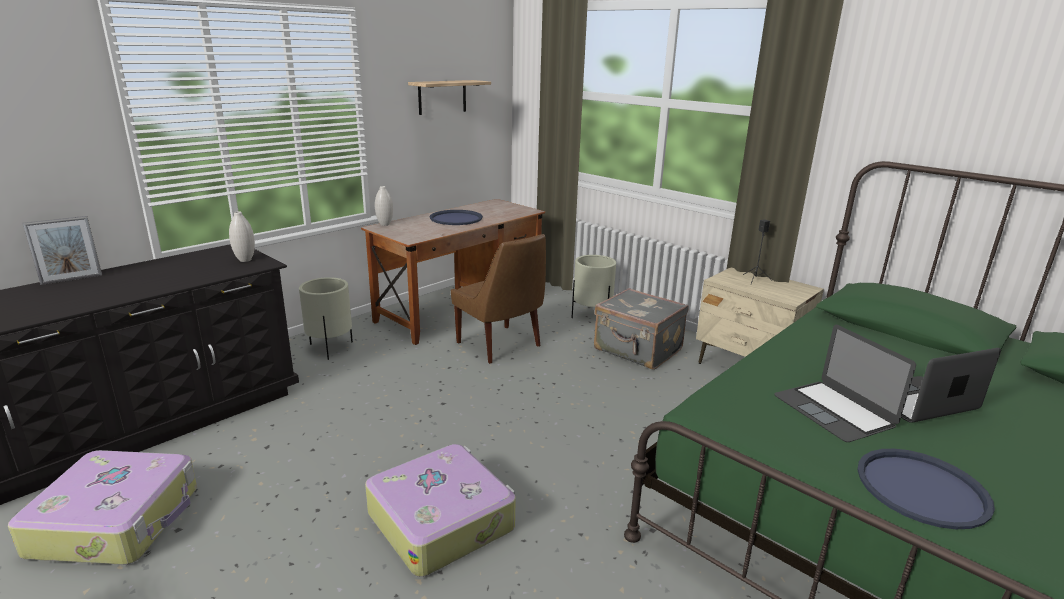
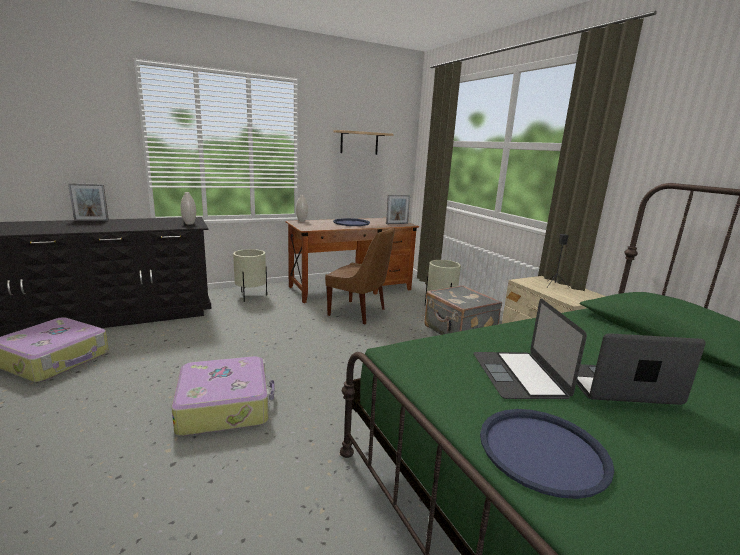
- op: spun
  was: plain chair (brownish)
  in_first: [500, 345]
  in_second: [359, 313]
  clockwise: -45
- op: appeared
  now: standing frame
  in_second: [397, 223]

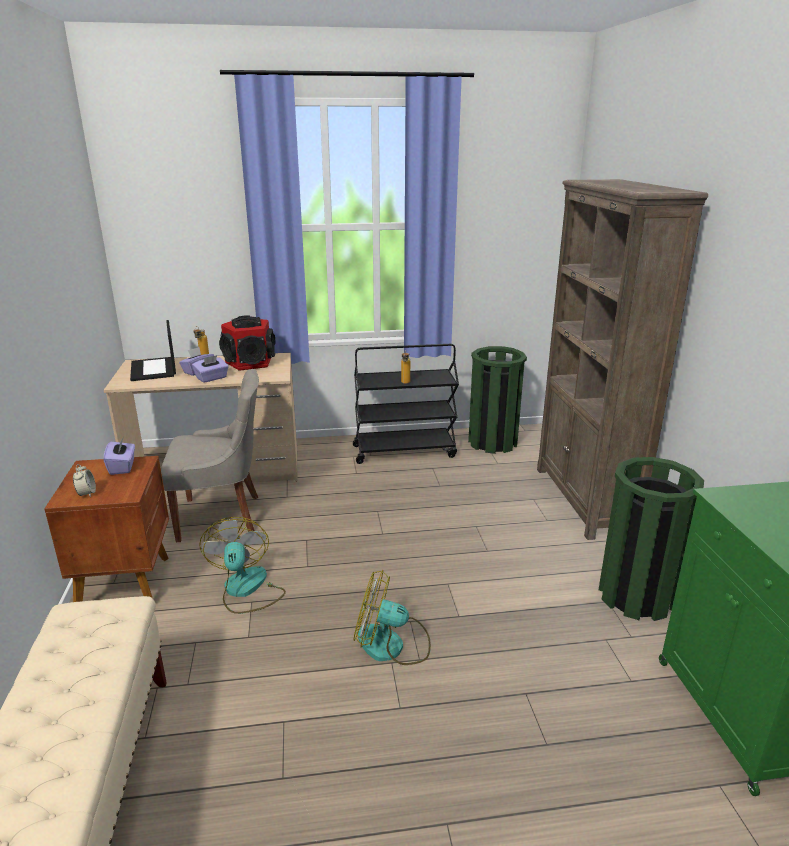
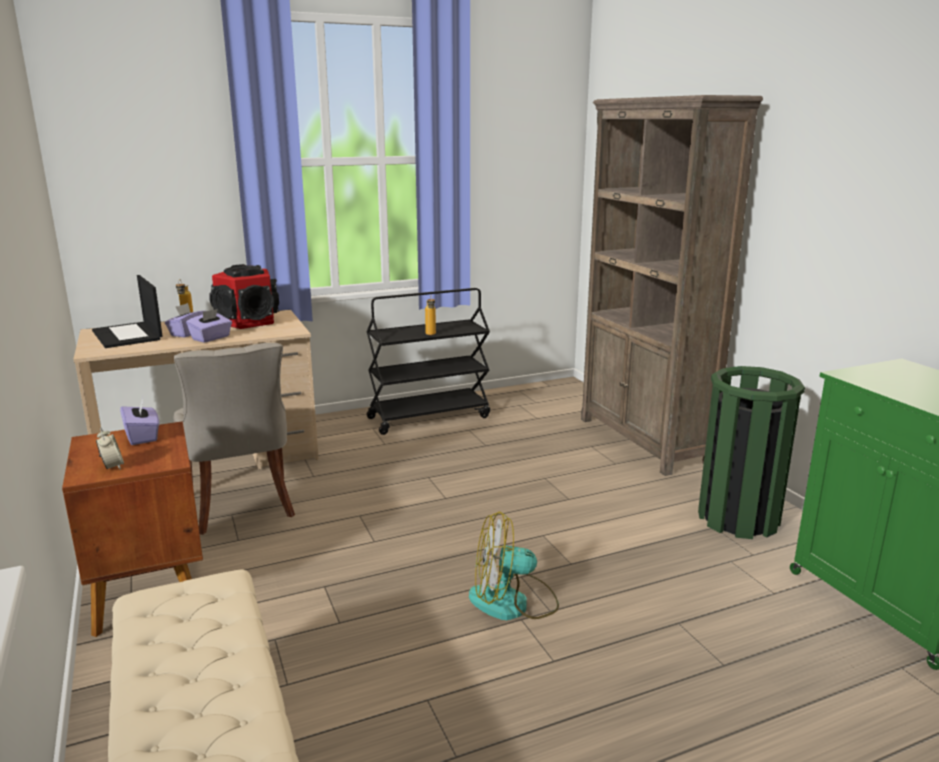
- op: missing
  was: rubbish bin (greenish)
  in_first: [492, 442]
- op: spun
  was: plain chair (grey)
  in_first: [222, 517]
  in_second: [242, 506]
  clockwise: 90
- op: missing
  was: cooling fan
  in_first: [246, 590]

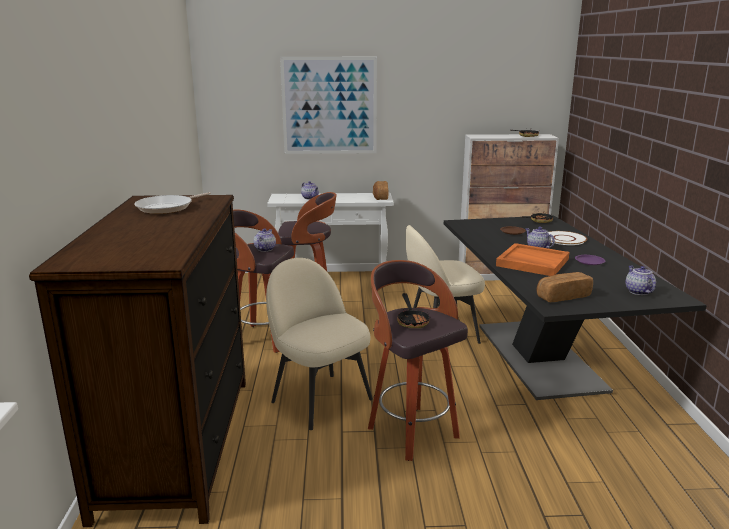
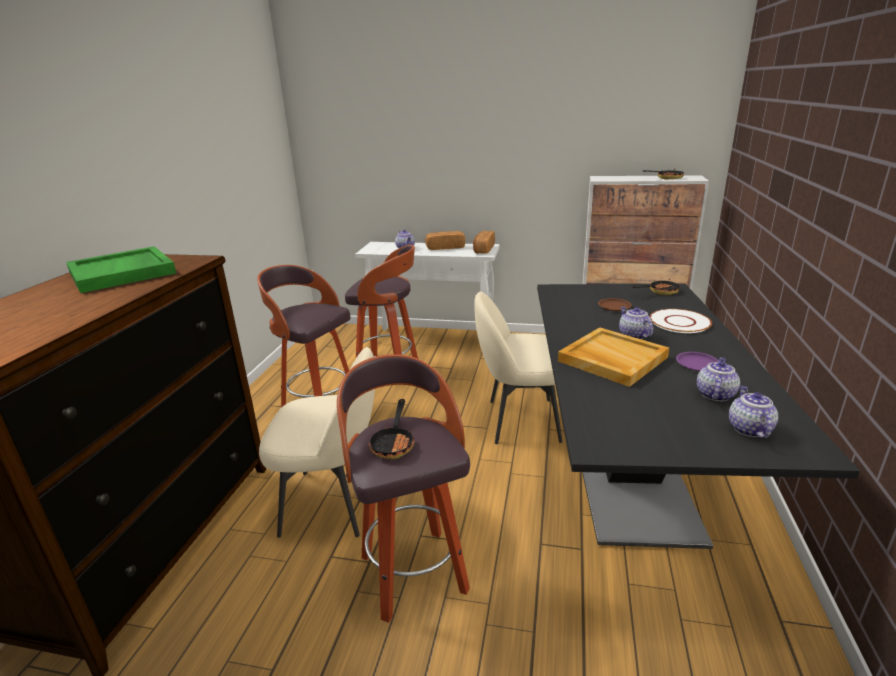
- op: missing
  was: wall picture
  in_first: [329, 106]
- op: exchanged
  was: skillet
  now: serving tray (greenish)
  in_first: [167, 208]
  in_second: [123, 273]
- op: relocated
  was: pot for tea
  in_first: [265, 249]
  in_second: [715, 394]
- op: colour
  was: serving tray (orange)
  now: serving tray (sand-coloured)
  in_first: [532, 262]
  in_second: [611, 359]
- op: spun
  was: plain chair (sand-coloured)
  in_first: [320, 399]
  in_second: [333, 502]
  clockwise: 120
- op: relocated
  was: baked bread
  in_first: [562, 296]
  in_second: [445, 247]

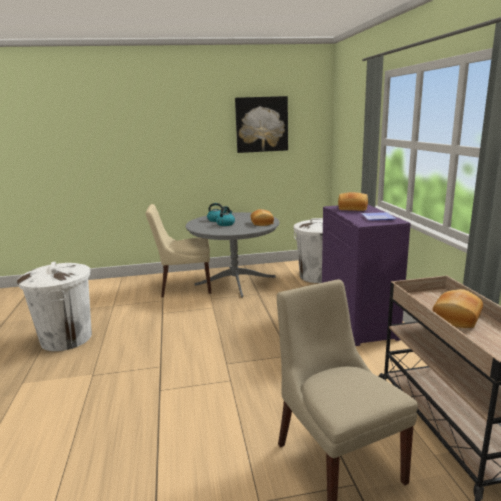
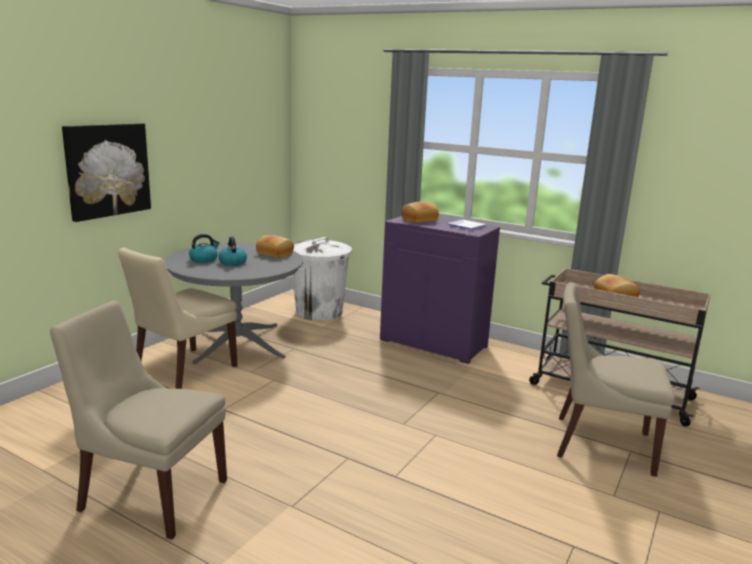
- op: relocated
  was: wall picture
  in_first: [261, 124]
  in_second: [107, 170]
- op: exchanged
  was: rubbish bin (white-coloured)
  now: plain chair (sand-coloured)
  in_first: [66, 338]
  in_second: [150, 494]

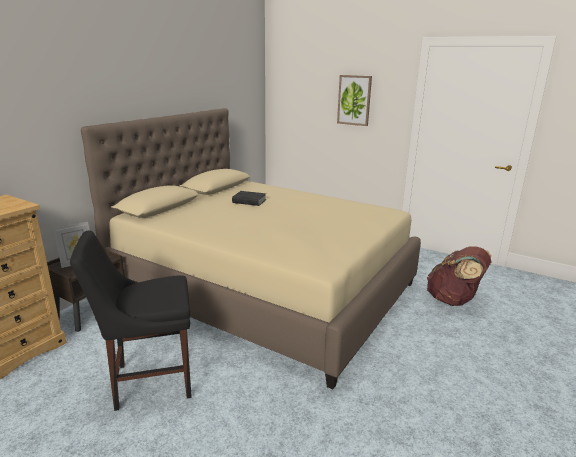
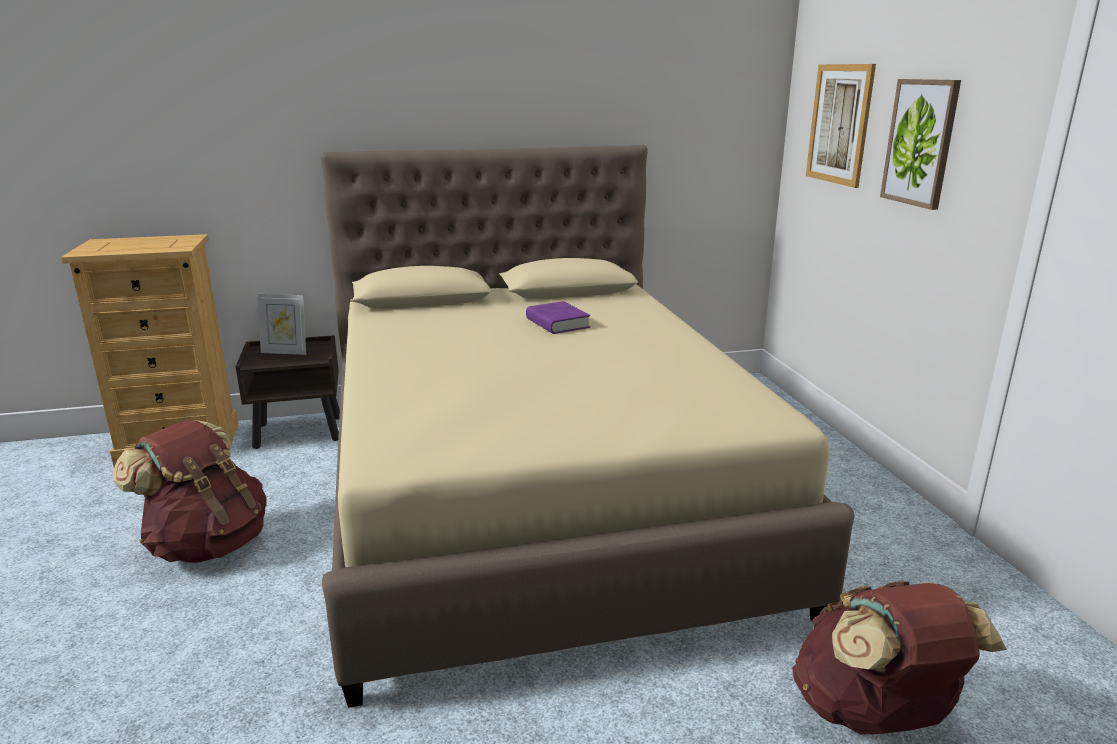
- op: colour
  was: book (blackish)
  now: book (purple-coloured)
  in_first: [249, 201]
  in_second: [557, 323]
- op: exchanged
  was: plain chair (blackish)
  now: rucksack (brownish)
  in_first: [149, 381]
  in_second: [208, 544]
- op: appeared
  now: wall picture
  in_second: [839, 124]

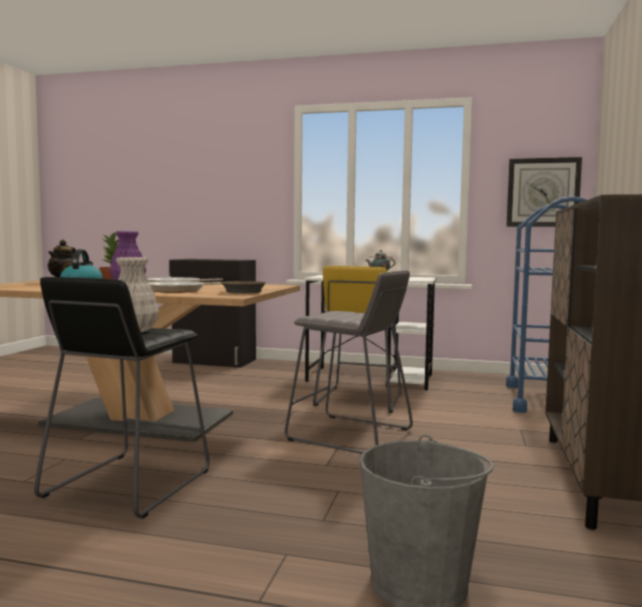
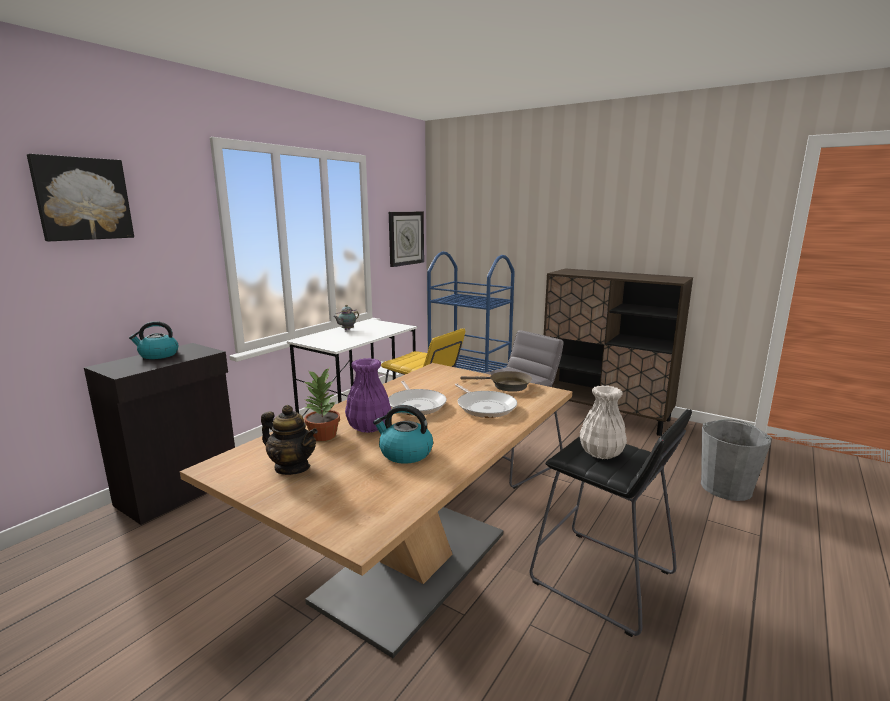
- op: appeared
  now: wall picture
  in_second: [82, 199]
- op: appeared
  now: tea kettle
  in_second: [158, 355]

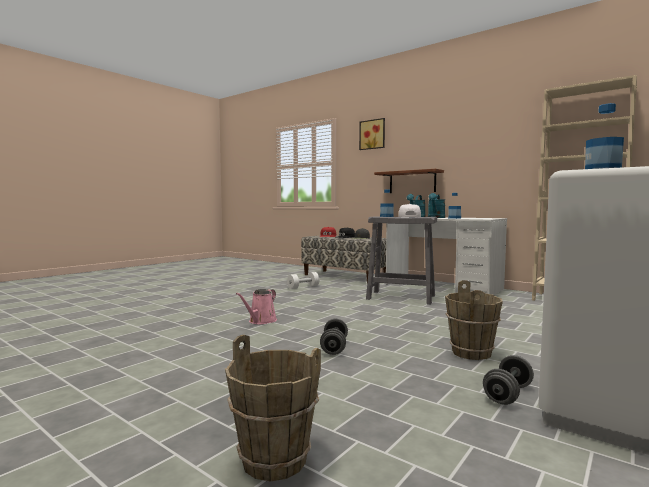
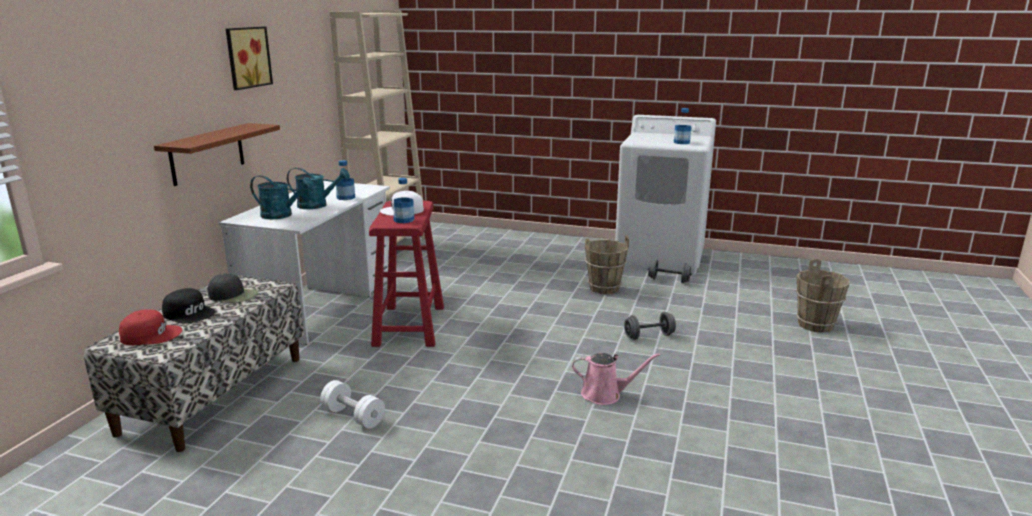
- op: relocated
  was: wall picture
  in_first: [372, 134]
  in_second: [246, 57]
- op: colour
  was: stool seat (grey)
  now: stool seat (red)
  in_first: [400, 297]
  in_second: [409, 326]

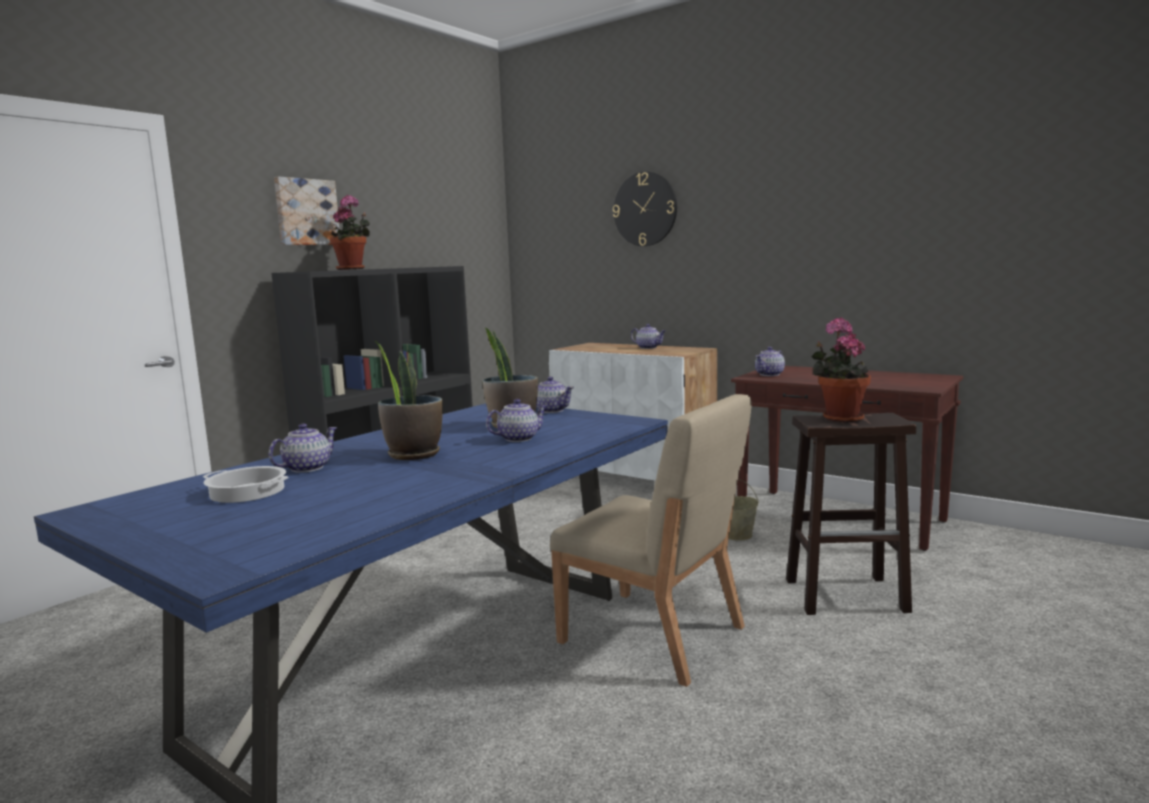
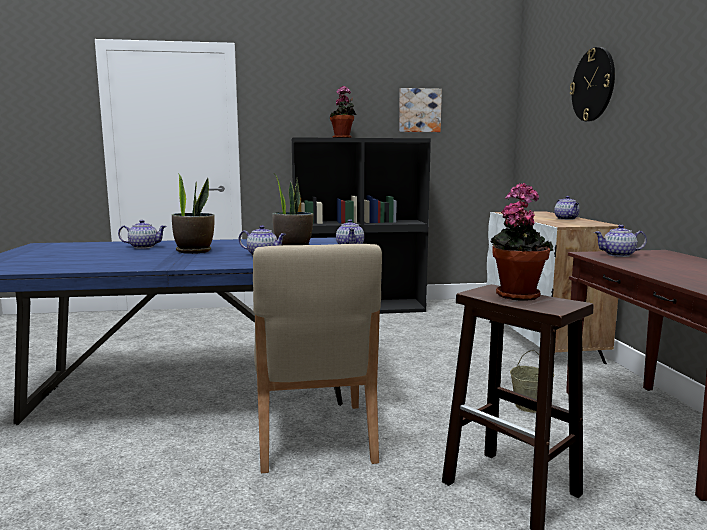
- op: relocated
  was: wall picture
  in_first: [306, 212]
  in_second: [419, 110]
- op: missing
  was: stockpot
  in_first: [248, 491]

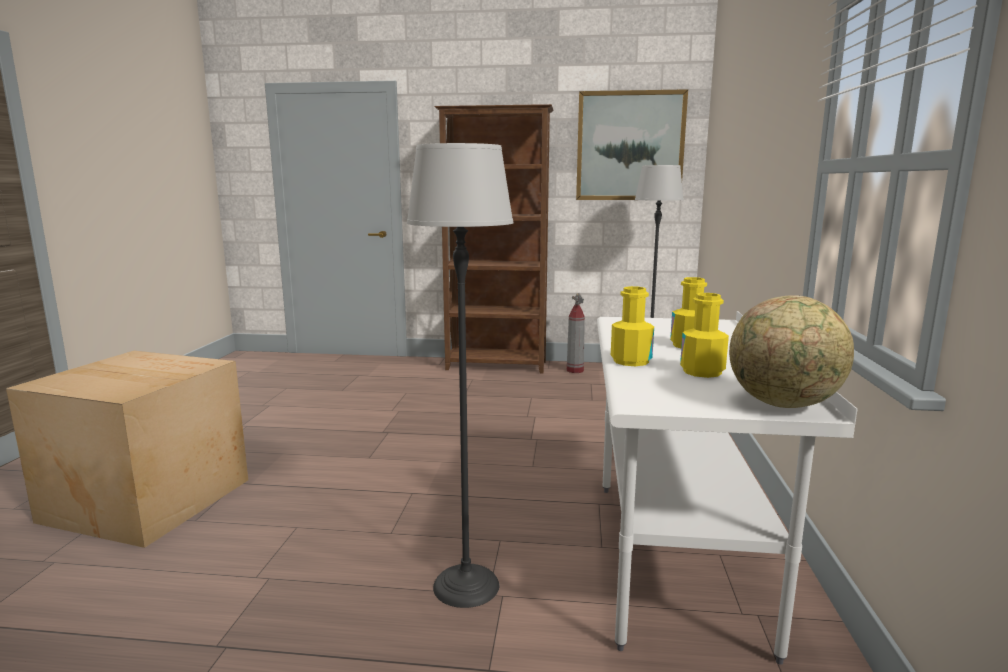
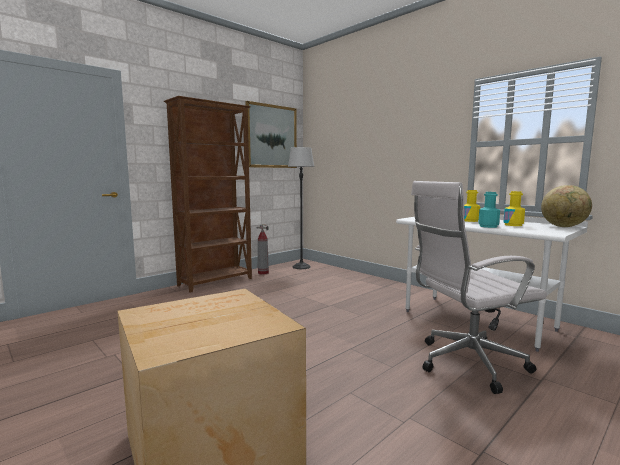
- op: exchanged
  was: standard lamp
  now: desk chair (white-coloured)
  in_first: [466, 585]
  in_second: [466, 364]
- op: colour
  was: bottle (yellow)
  now: bottle (turquoise-coloured)
  in_first: [631, 361]
  in_second: [488, 226]

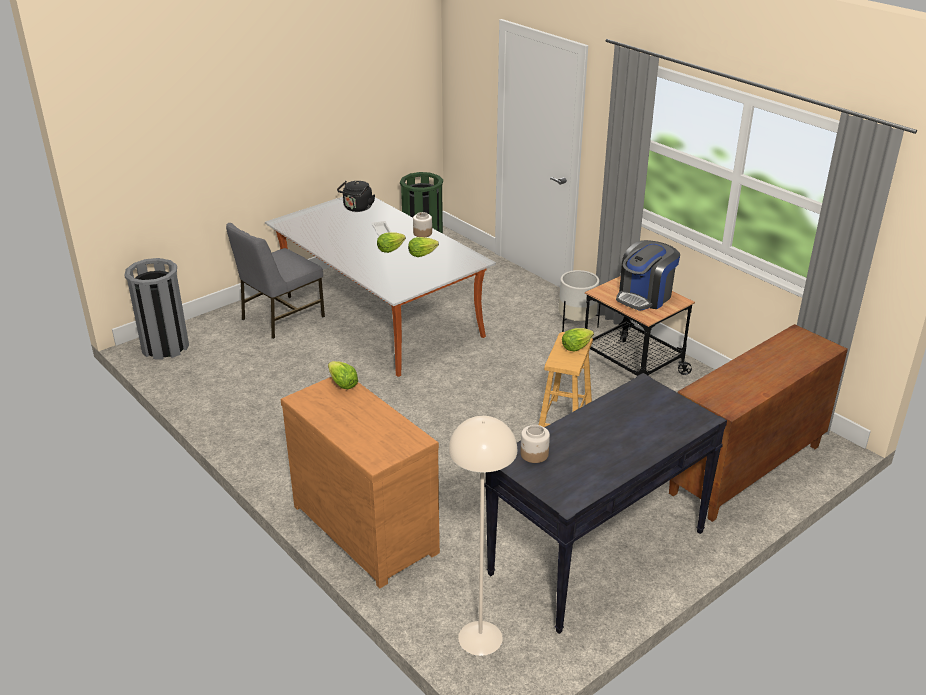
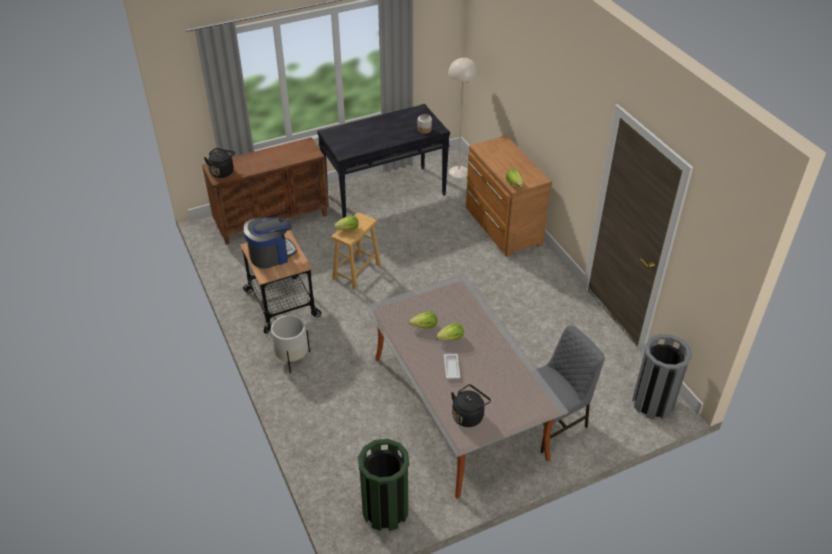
- op: missing
  was: jar
  in_first: [422, 233]
- op: appeared
  now: tea kettle (blackish)
  in_second: [222, 171]

